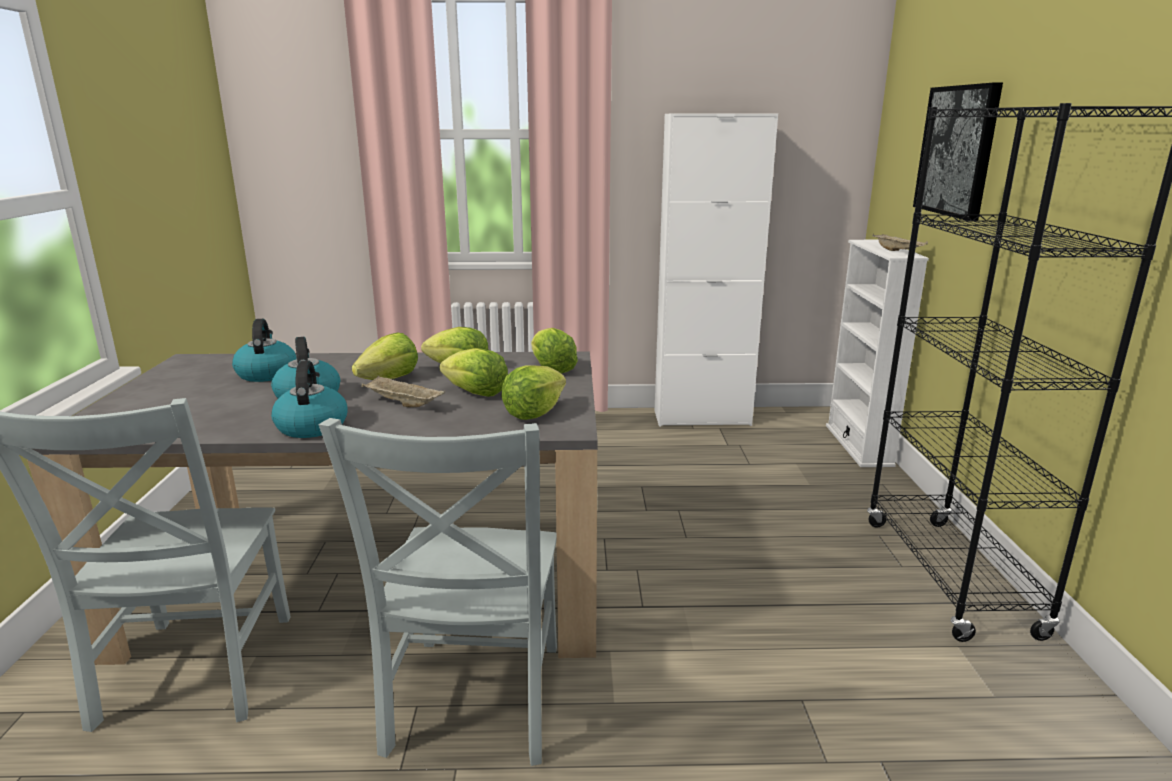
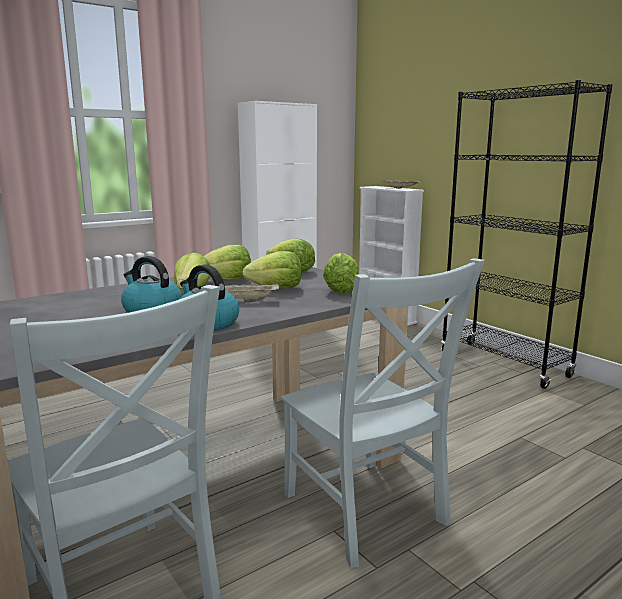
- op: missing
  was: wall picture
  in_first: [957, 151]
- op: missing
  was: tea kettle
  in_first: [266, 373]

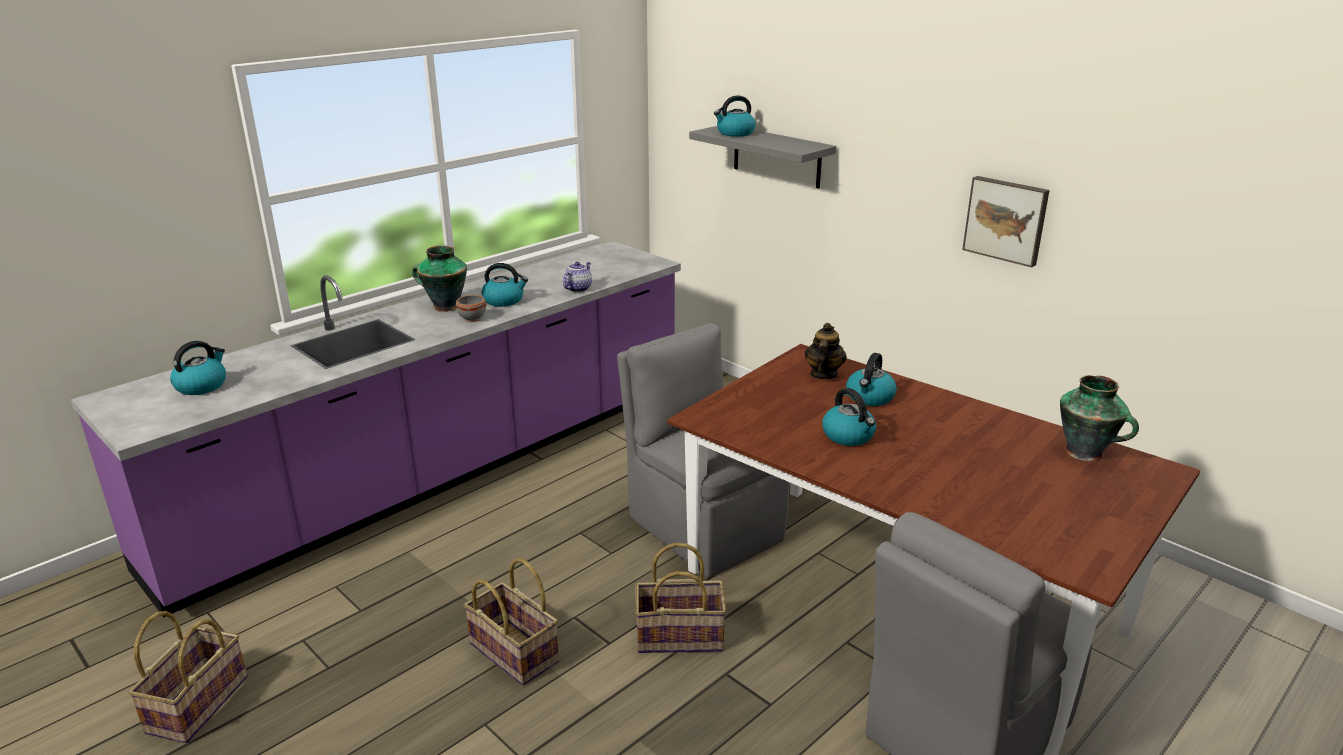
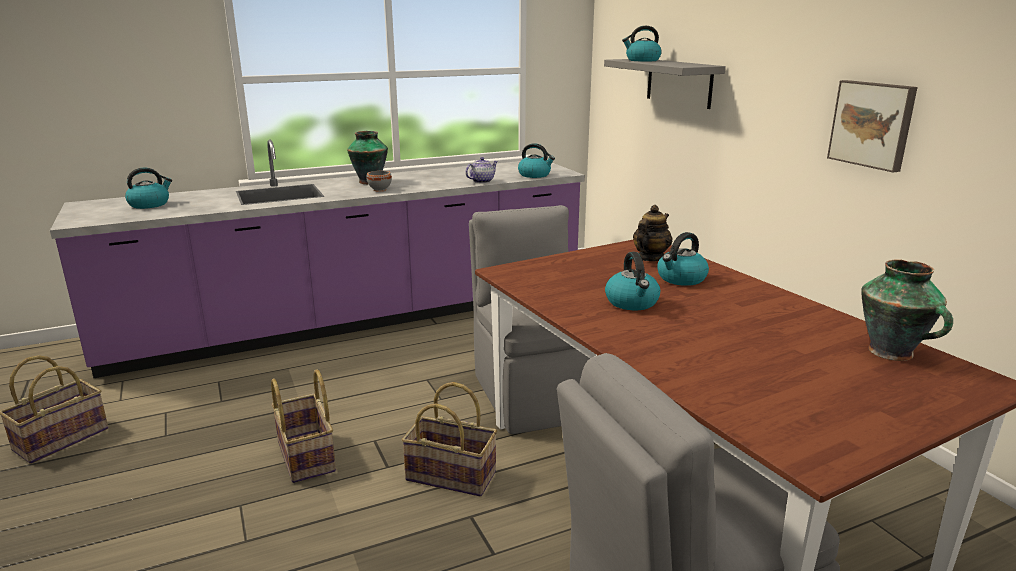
- op: relocated
  was: tea kettle
  in_first: [504, 300]
  in_second: [535, 175]

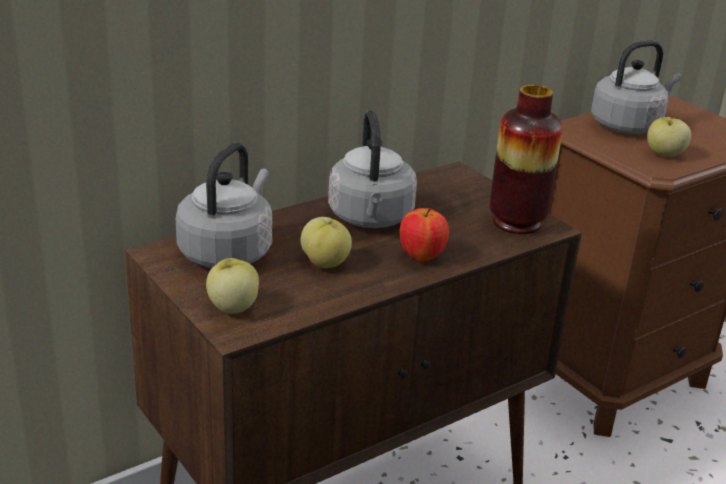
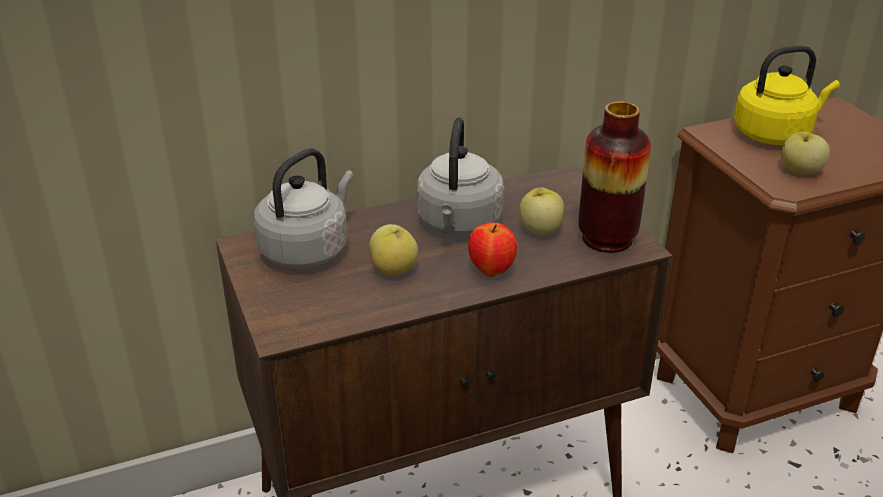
- op: colour
  was: tea kettle (grey)
  now: tea kettle (yellow)
  in_first: [628, 125]
  in_second: [775, 134]
- op: relocated
  was: apple fruit
  in_first: [232, 308]
  in_second: [540, 230]

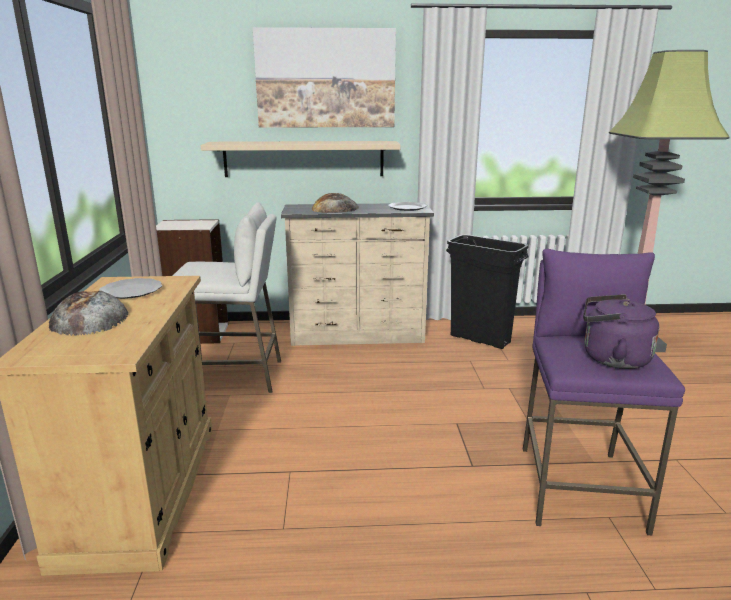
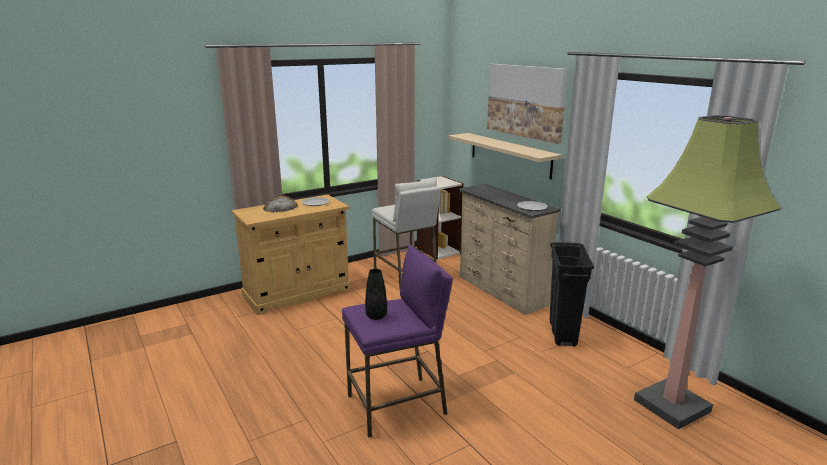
- op: missing
  was: baked bread
  in_first: [335, 208]
- op: exchanged
  was: tea kettle (purple-coloured)
  now: flower vase (blackish)
  in_first: [611, 358]
  in_second: [376, 316]

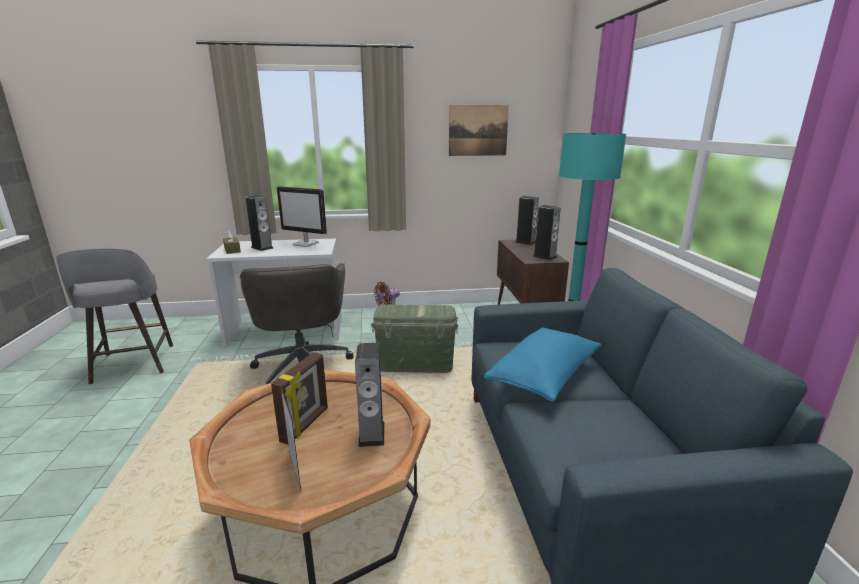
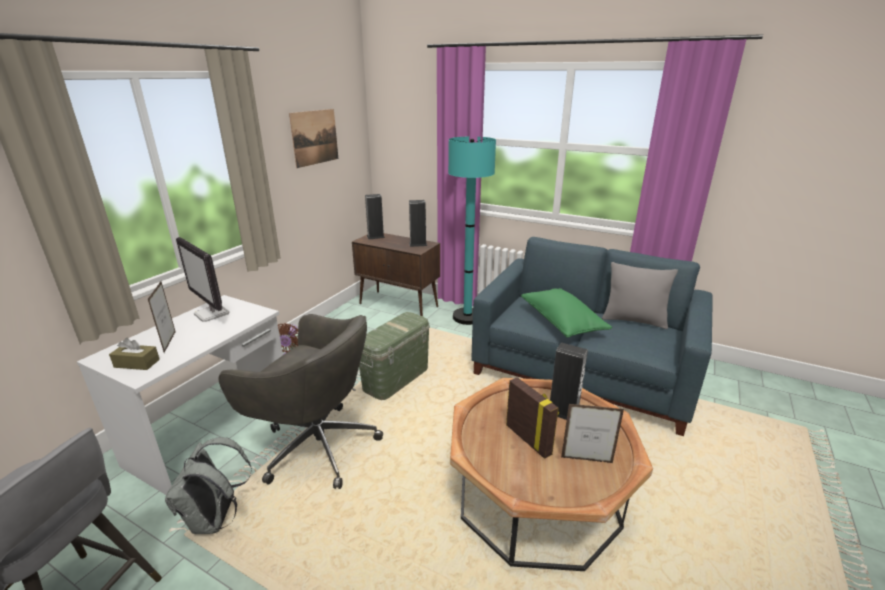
- op: spun
  was: monitor
  in_first: [306, 244]
  in_second: [212, 314]
  clockwise: 75
- op: exchanged
  was: loudspeaker
  now: standing frame
  in_first: [262, 247]
  in_second: [170, 342]
- op: colour
  was: pillow (blue)
  now: pillow (greenish)
  in_first: [544, 376]
  in_second: [561, 322]
- op: appeared
  now: pillow (grey)
  in_second: [634, 320]
- op: appeared
  now: rucksack (grey)
  in_second: [216, 519]

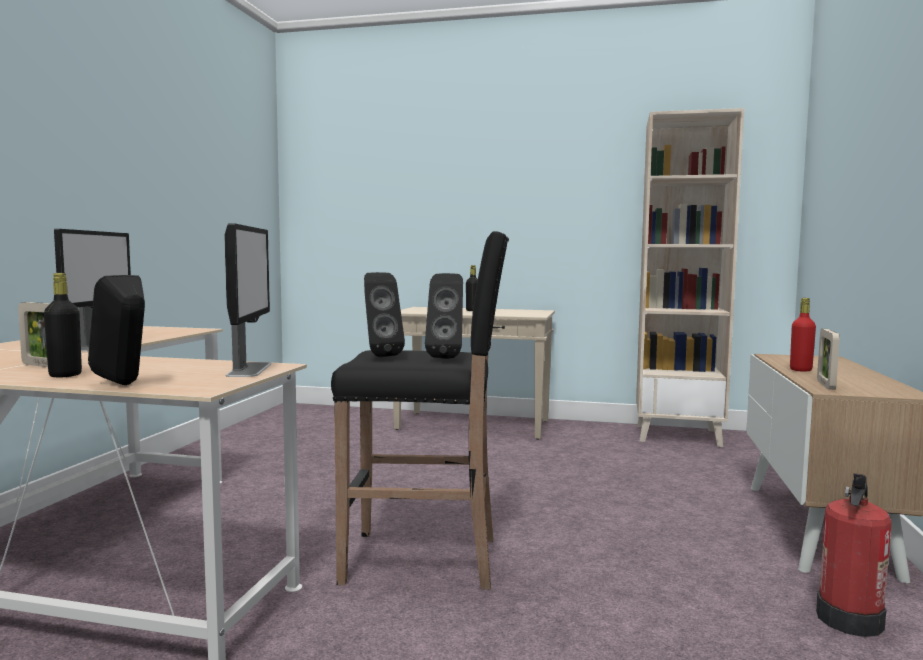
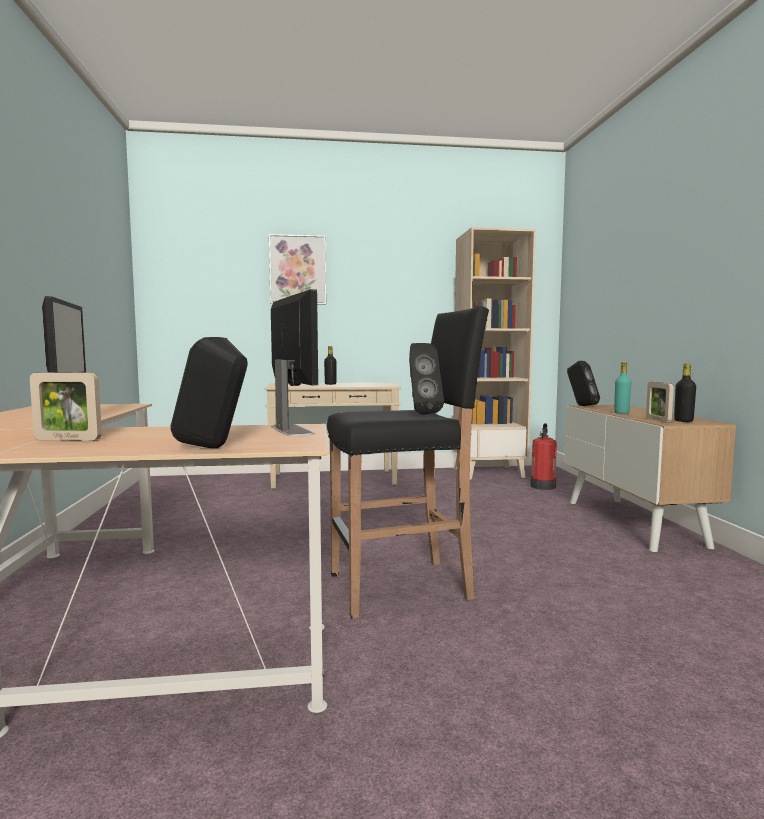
- op: relocated
  was: loudspeaker (blackish)
  in_first: [379, 356]
  in_second: [581, 405]
- op: relocated
  was: bottle (blackish)
  in_first: [65, 375]
  in_second: [683, 421]
- op: colour
  was: bottle (red)
  now: bottle (turquoise-coloured)
  in_first: [800, 370]
  in_second: [621, 413]
- op: relocated
  was: fire-fighting cylinder
  in_first: [850, 619]
  in_second: [543, 486]
- op: appeared
  now: wall picture
  in_second: [298, 270]

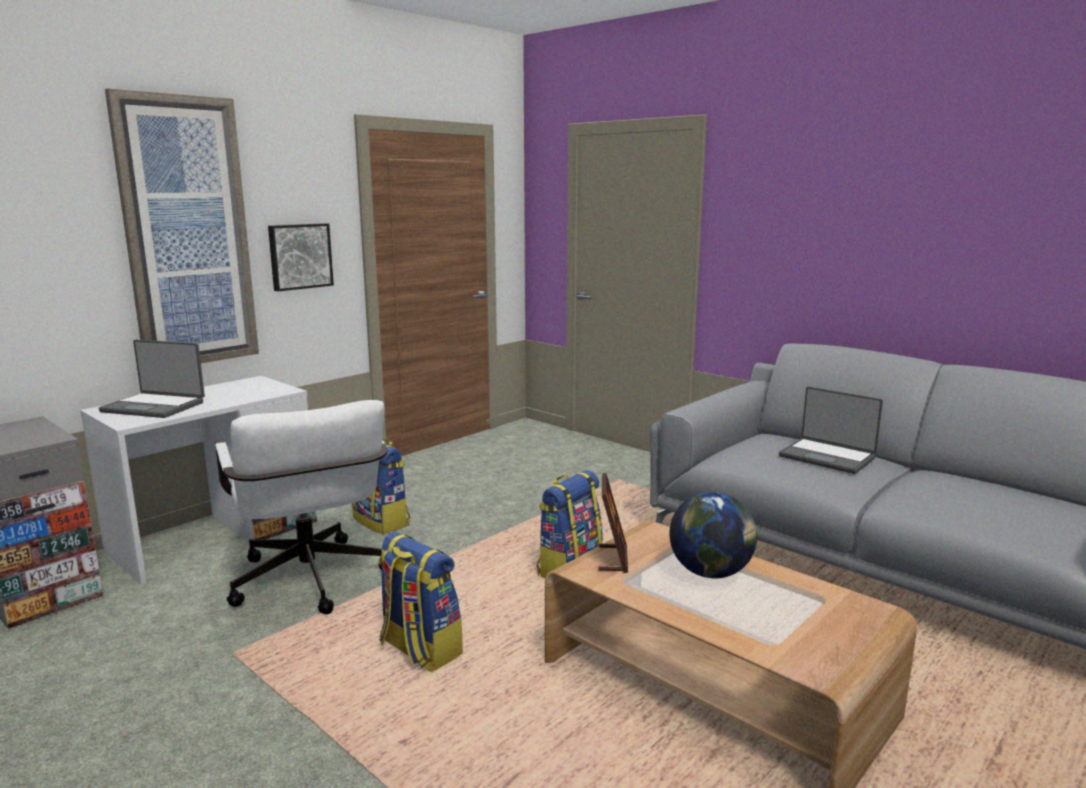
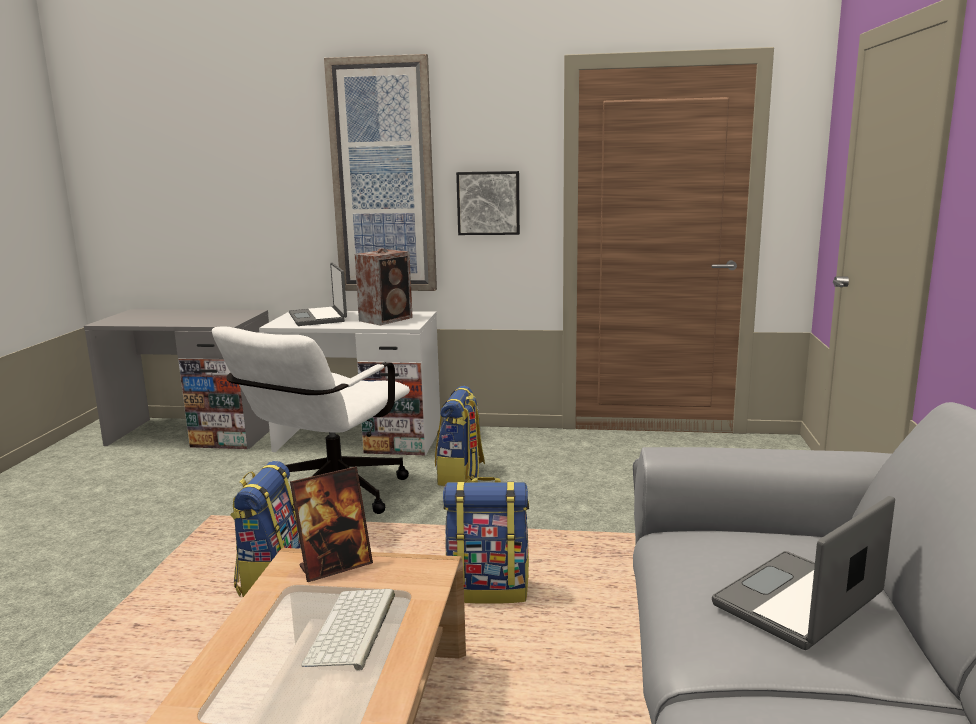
- op: spun
  was: notebook computer
  in_first: [827, 457]
  in_second: [800, 603]
  clockwise: 45
- op: exchanged
  was: world globe
  now: PC keyboard
  in_first: [711, 573]
  in_second: [353, 629]
- op: appeared
  now: loudspeaker
  in_second: [387, 319]

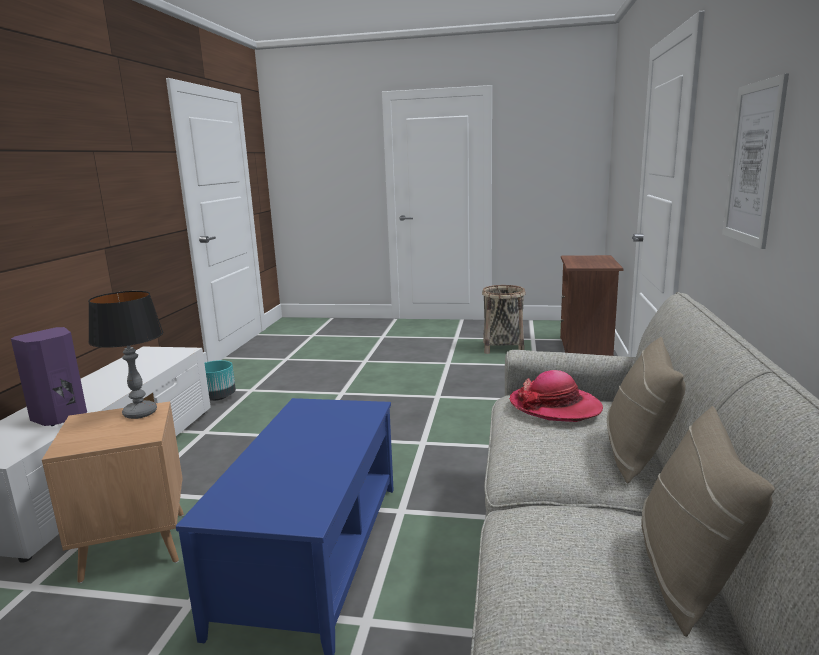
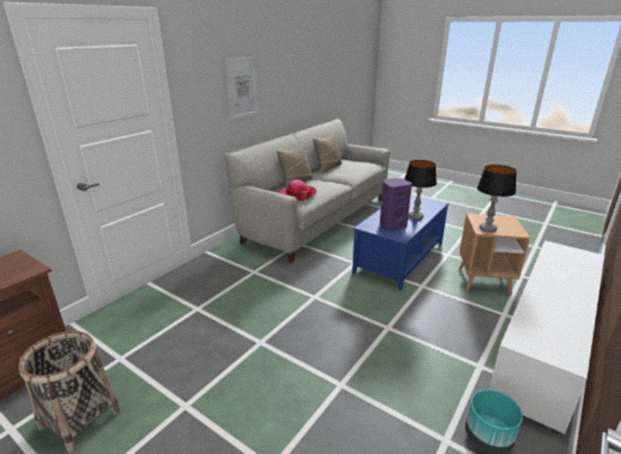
- op: relocated
  was: loudspeaker (purple-coloured)
  in_first: [61, 417]
  in_second: [392, 226]
- op: appeared
  now: tabletop lamp
  in_second: [415, 217]

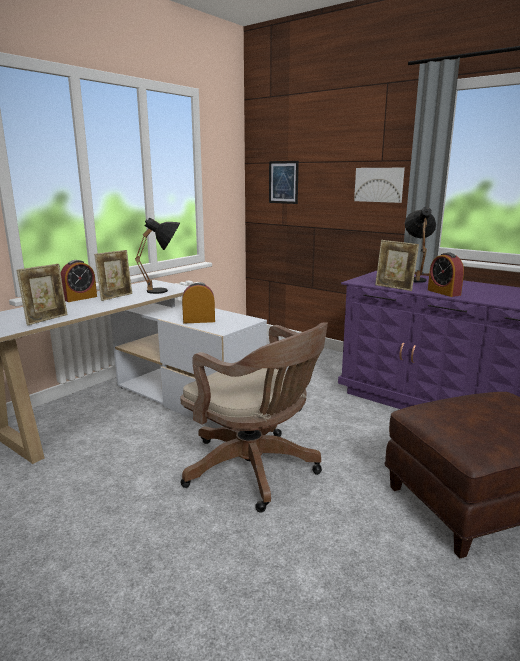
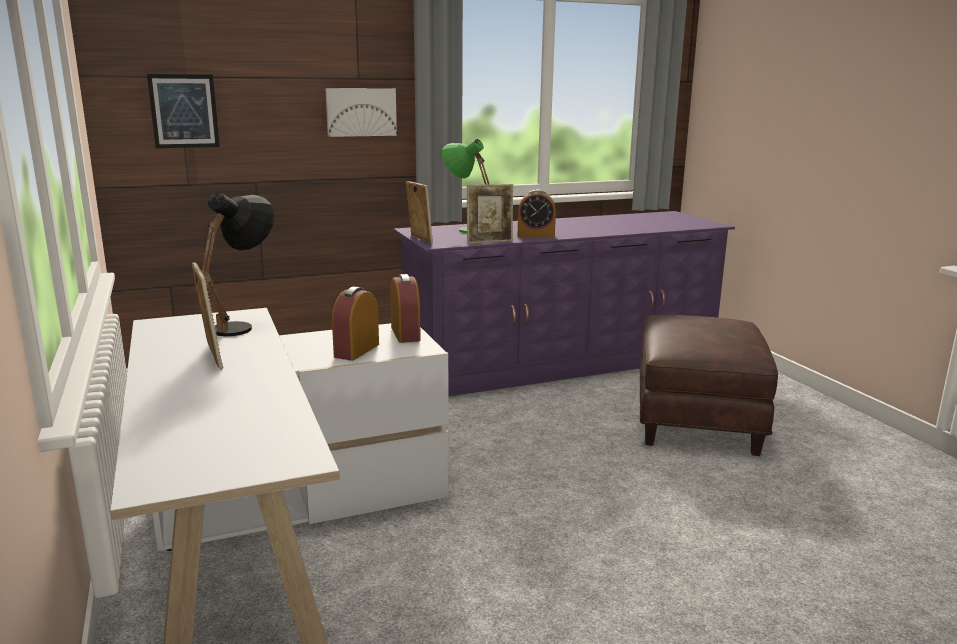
- op: colour
  was: tabletop lamp (blackish)
  now: tabletop lamp (greenish)
  in_first: [416, 278]
  in_second: [465, 229]
- op: relocated
  was: table clock
  in_first: [80, 298]
  in_second: [405, 334]
- op: relocated
  was: standing frame
  in_first: [47, 319]
  in_second: [419, 240]
- op: missing
  was: desk chair (brownish)
  in_first: [255, 471]

